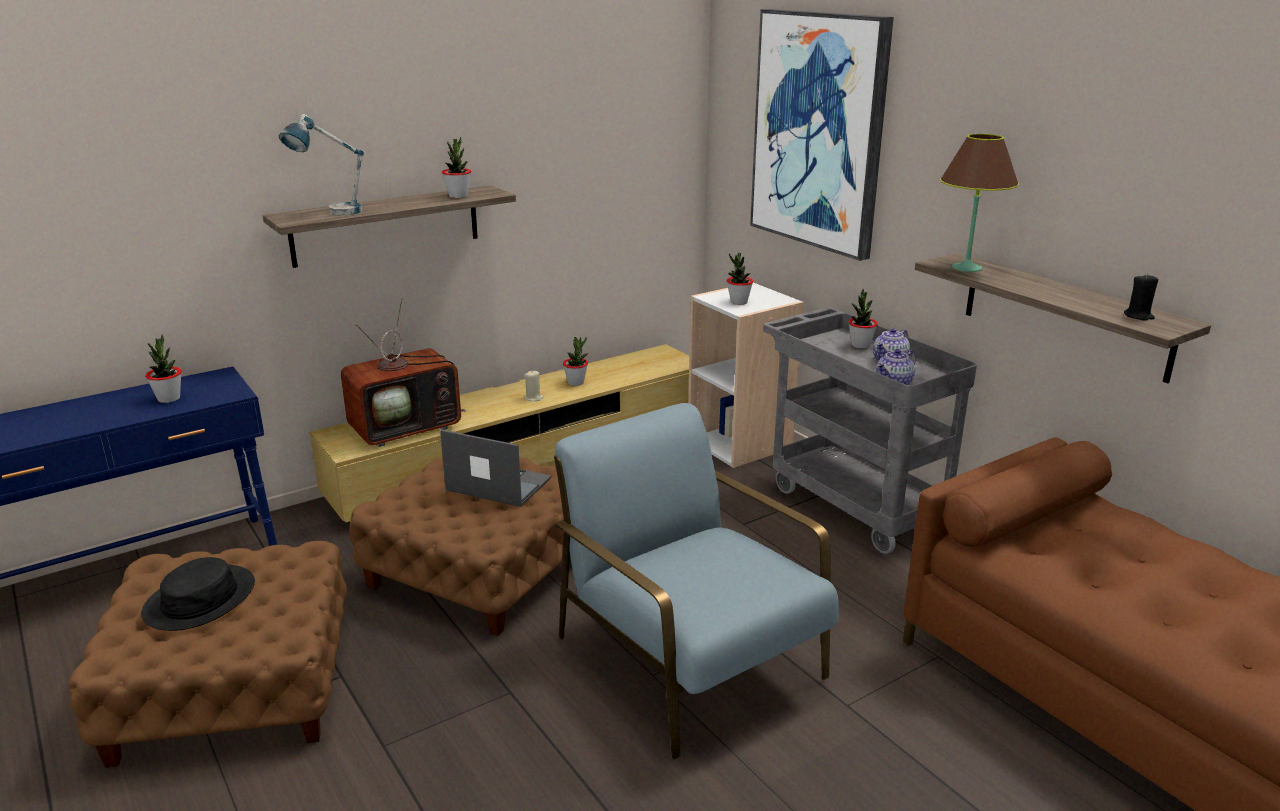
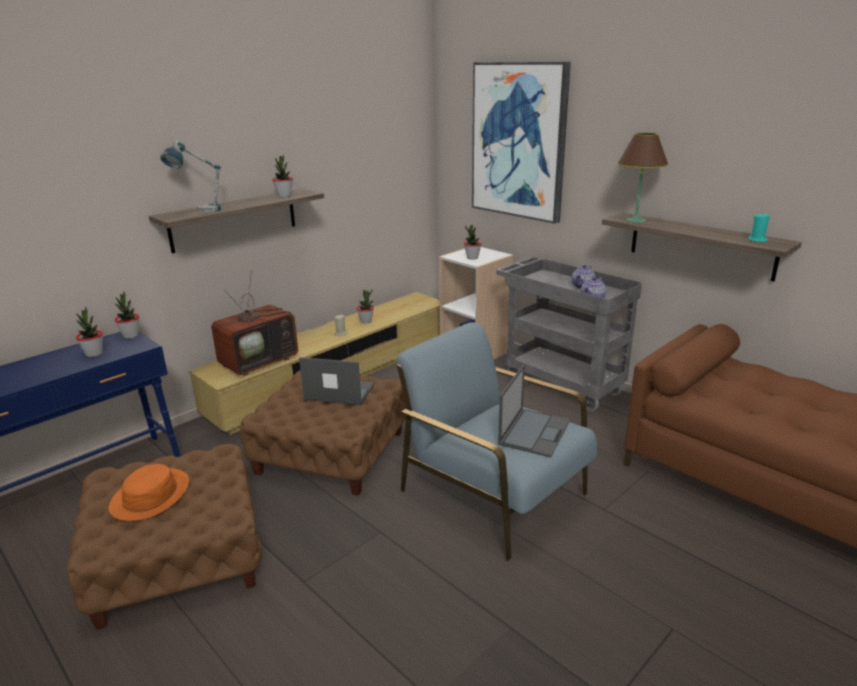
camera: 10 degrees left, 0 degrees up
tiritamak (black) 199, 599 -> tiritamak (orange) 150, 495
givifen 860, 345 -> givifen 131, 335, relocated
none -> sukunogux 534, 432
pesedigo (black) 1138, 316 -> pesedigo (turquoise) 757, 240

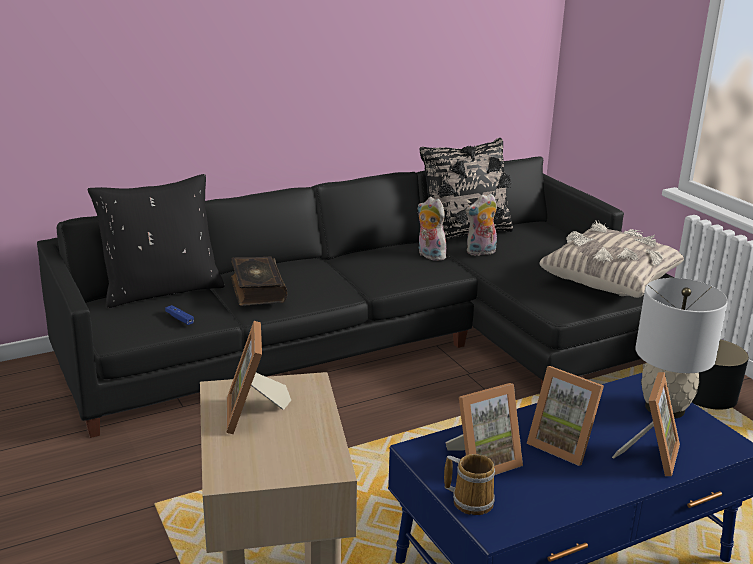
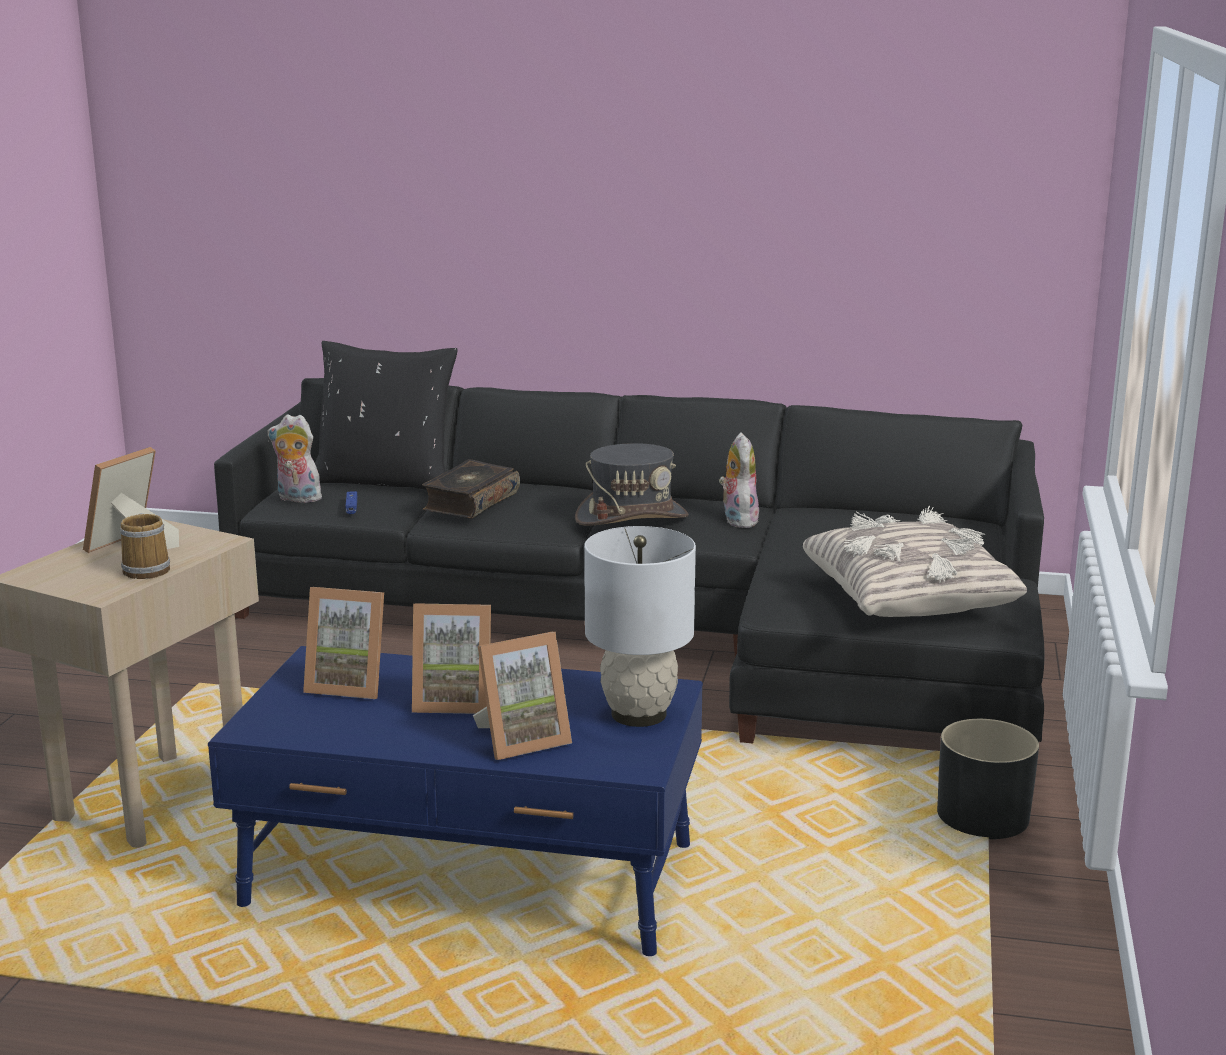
camera: 40 degrees right, 5 degrees down
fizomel 471, 500 -> fizomel 148, 569, relocated
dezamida 481, 252 -> dezamida 296, 499, relocated
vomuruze 563, 445 -> vomuruze 454, 701, 75 degrees counterclockwise
none -> tiritamak (grey) 631, 517
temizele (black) 465, 234 -> none

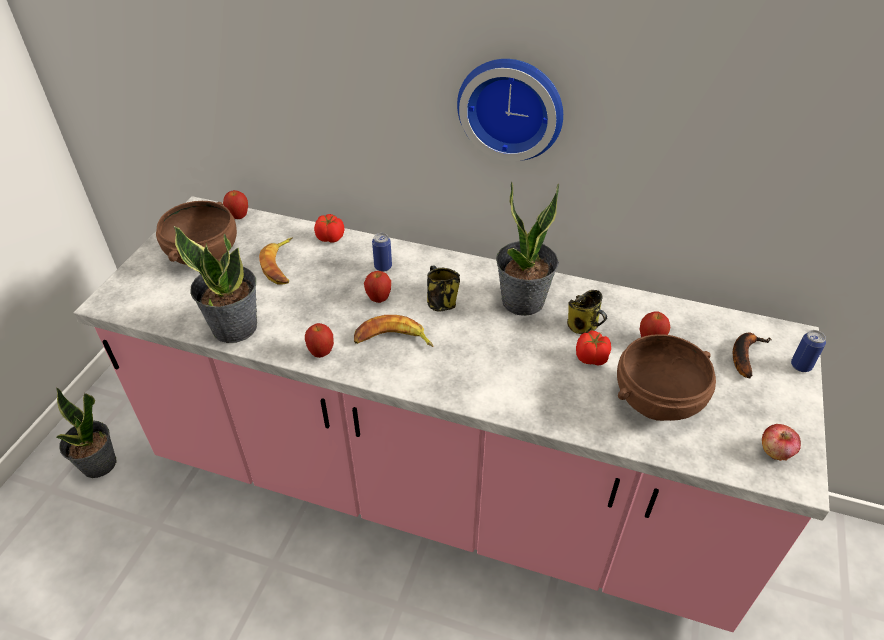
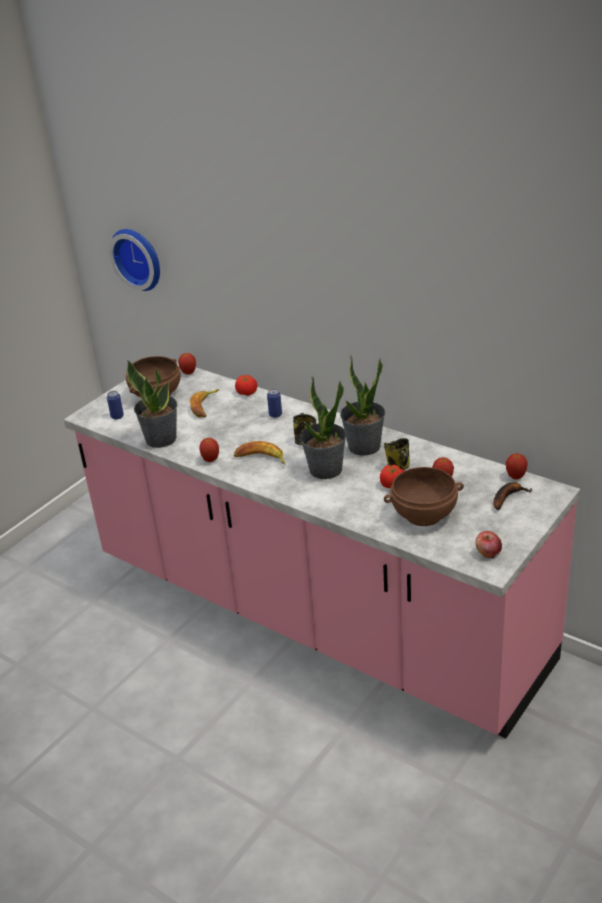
camera: 20 degrees right, 10 degrees down
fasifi 801, 366 -> fasifi 117, 416, relocated
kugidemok 511, 107 -> kugidemok 139, 258, relocated
givifen 99, 464 -> givifen 325, 470, relocated
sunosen 378, 299 -> sunosen 515, 477, relocated

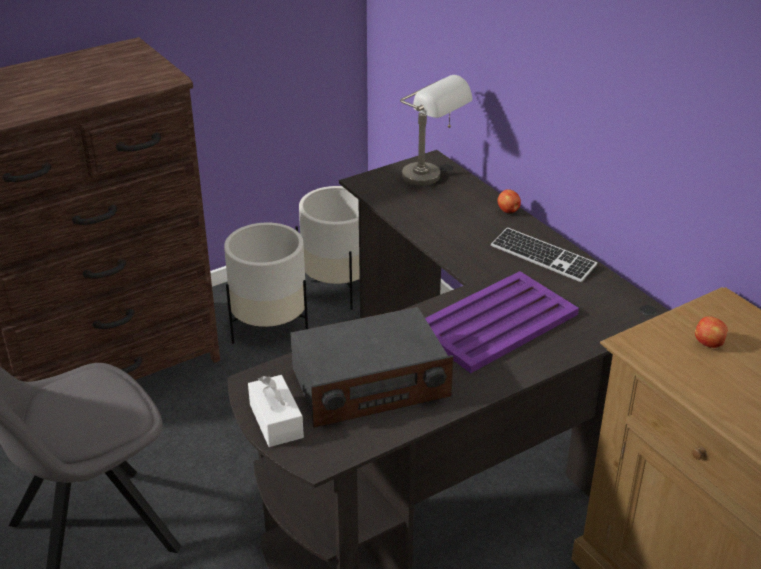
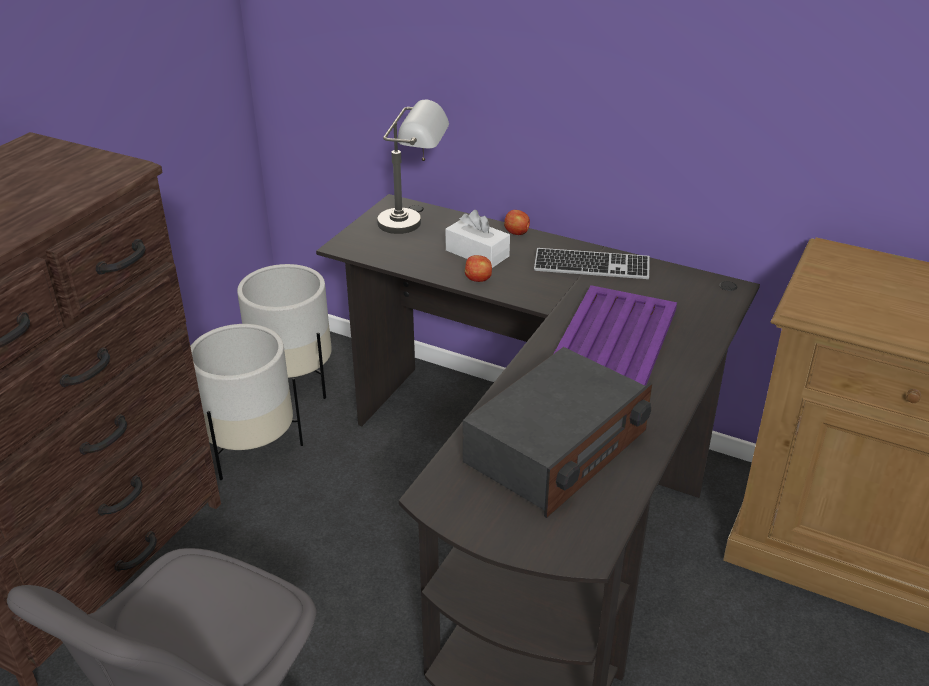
camera: 30 degrees left, 0 degrees up
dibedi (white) 276, 421 -> dibedi (white) 477, 253, relocated
sunosen 709, 344 -> sunosen 478, 279, relocated

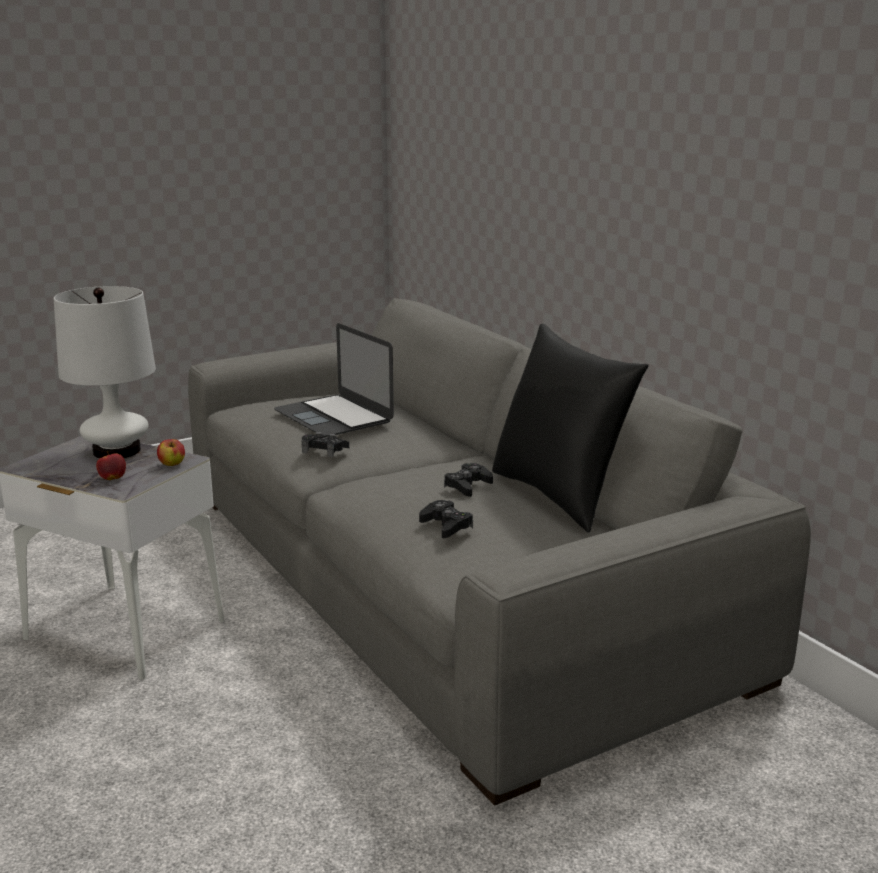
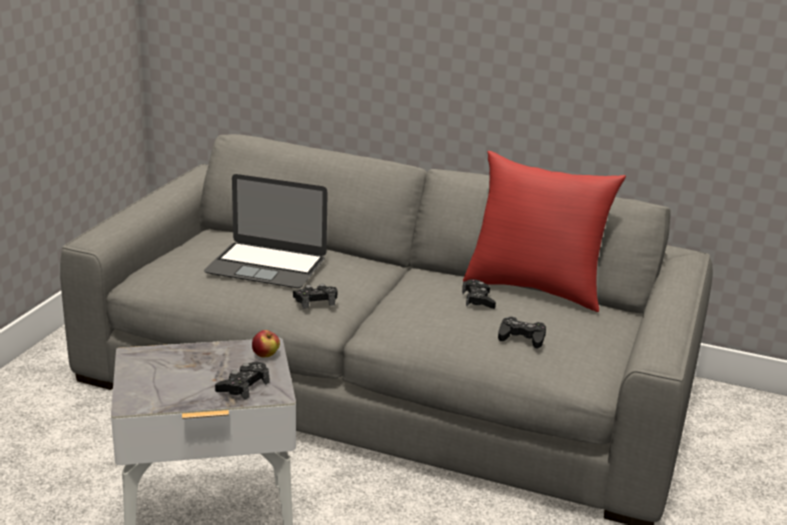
camera: 40 degrees left, 5 degrees up
sunosen 112, 479 -> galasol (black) 243, 386
temizele (black) 559, 495 -> temizele (red) 535, 288
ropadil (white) 117, 451 -> none

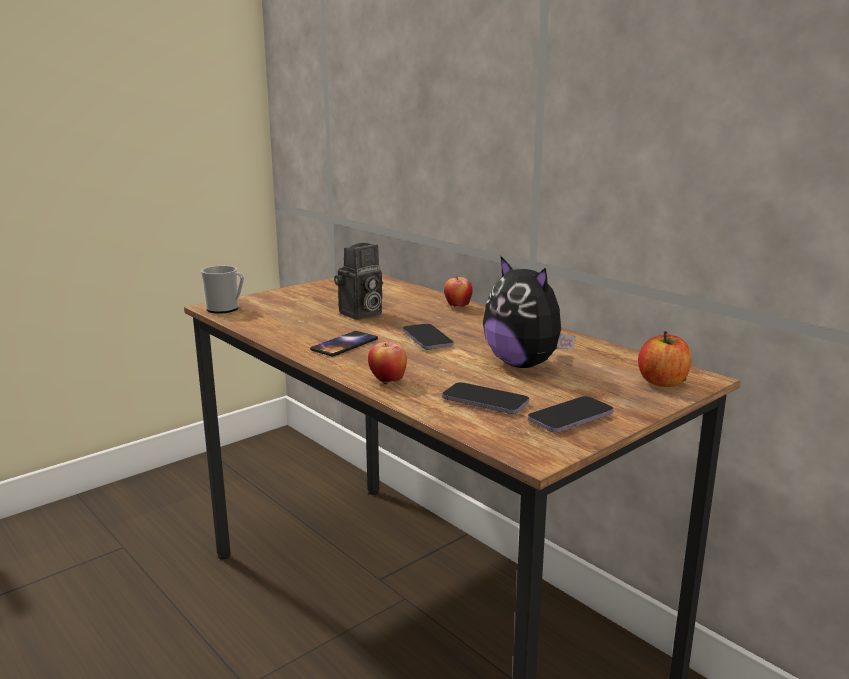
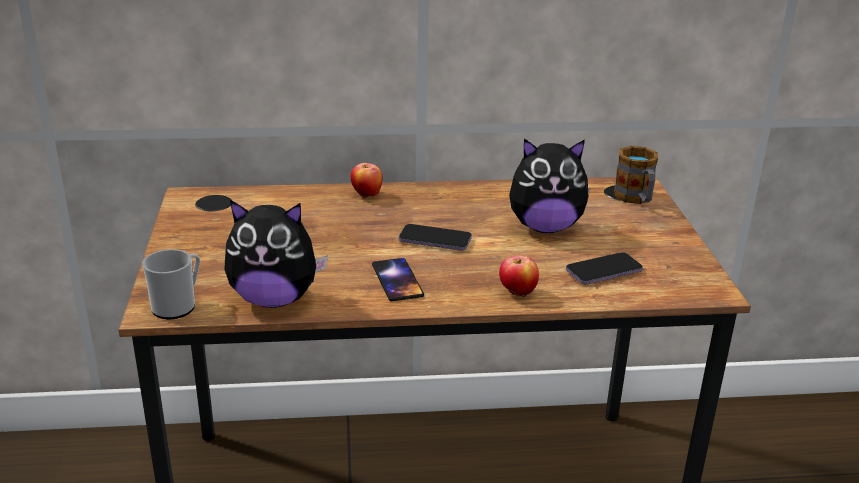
camera: 55 degrees left, 10 degrees up
none -> dezamida 274, 299
sunosen 662, 382 -> fizomel 636, 199
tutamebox 360, 314 -> none
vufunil 570, 417 -> none

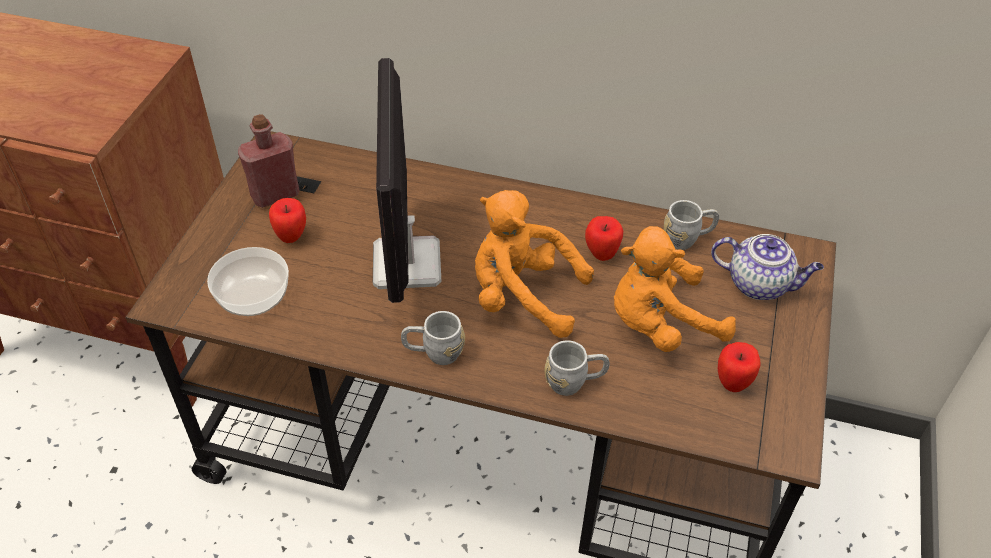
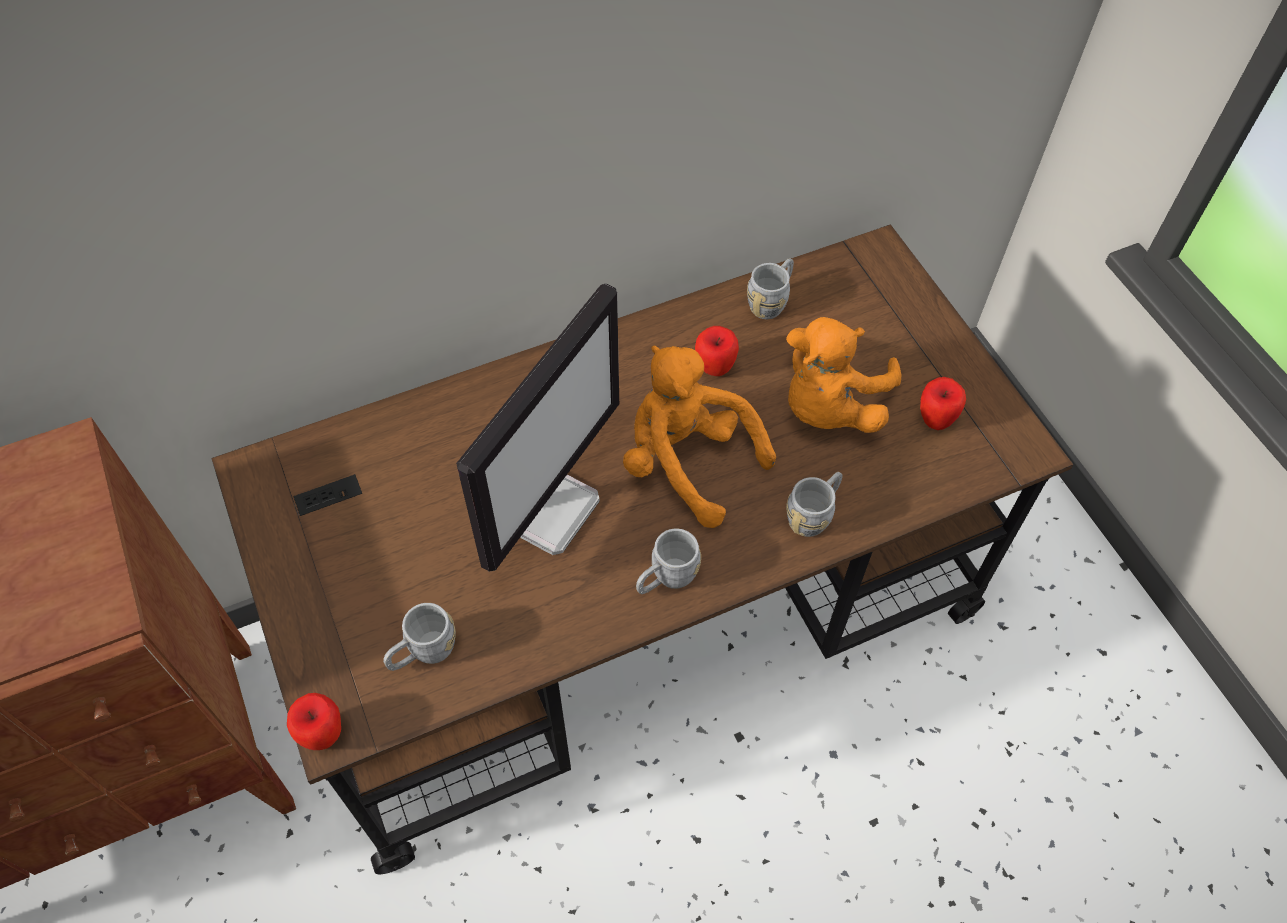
camera: 40 degrees left, 10 degrees up
sunosen 291, 237 -> sunosen 323, 735, relocated
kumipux 252, 295 -> fizomel (grey) 423, 653
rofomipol 407, 265 -> rofomipol 546, 506, 105 degrees counterclockwise
dezamida (orange) 522, 296 -> dezamida (orange) 687, 462, 60 degrees clockwise
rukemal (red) 275, 195 -> none
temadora 760, 284 -> none

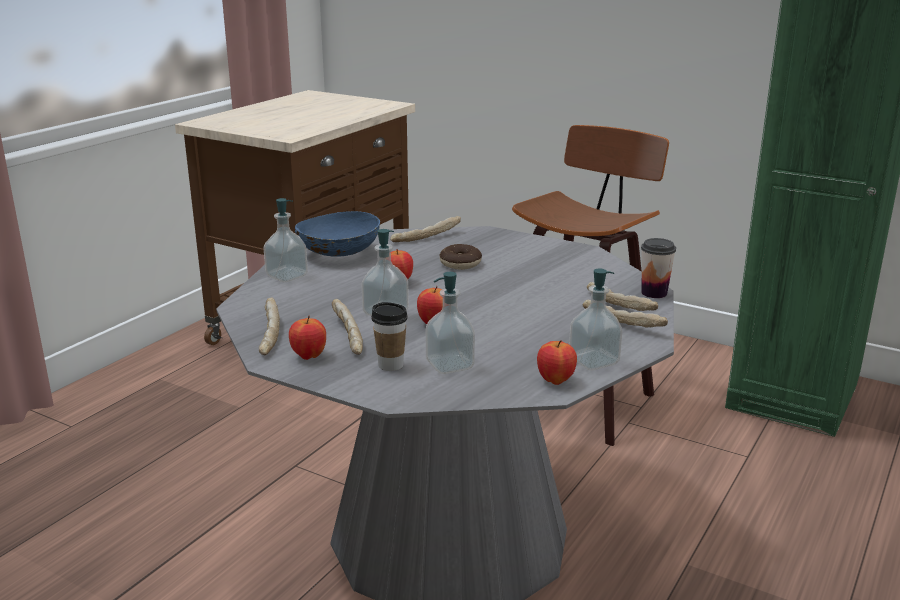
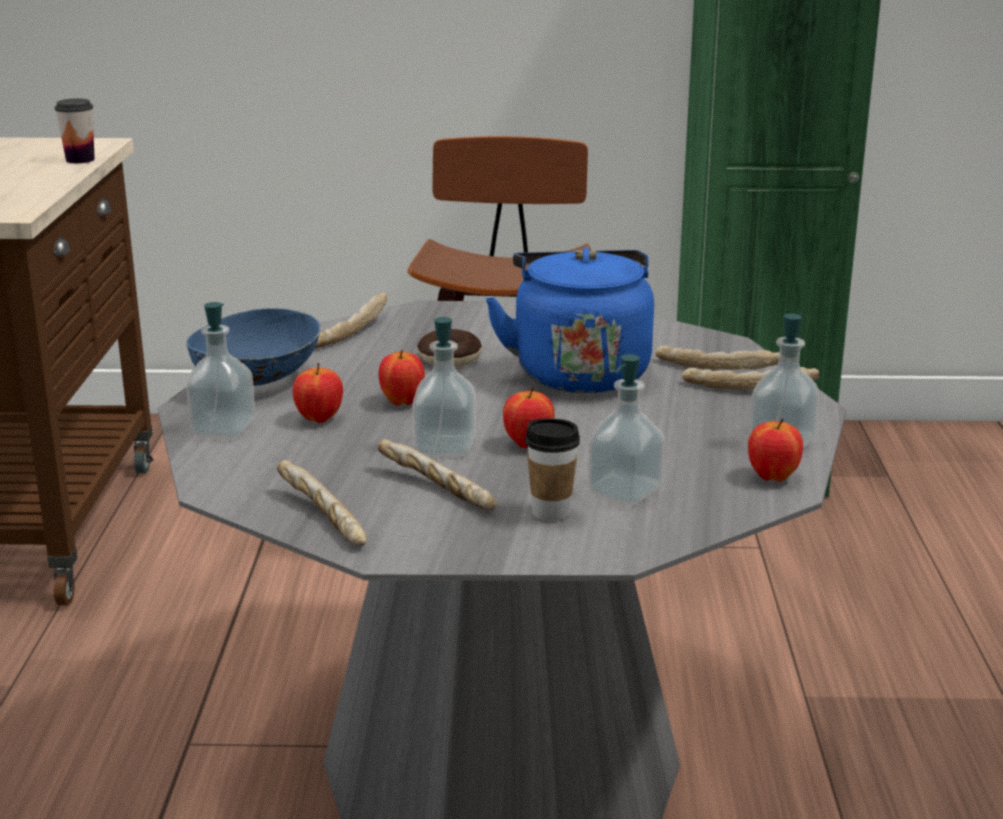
camera: 30 degrees left, 0 degrees up
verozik 654, 293 -> verozik 80, 160, relocated
sunosen 308, 356 -> sunosen 319, 419, relocated
none -> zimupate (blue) 579, 372

